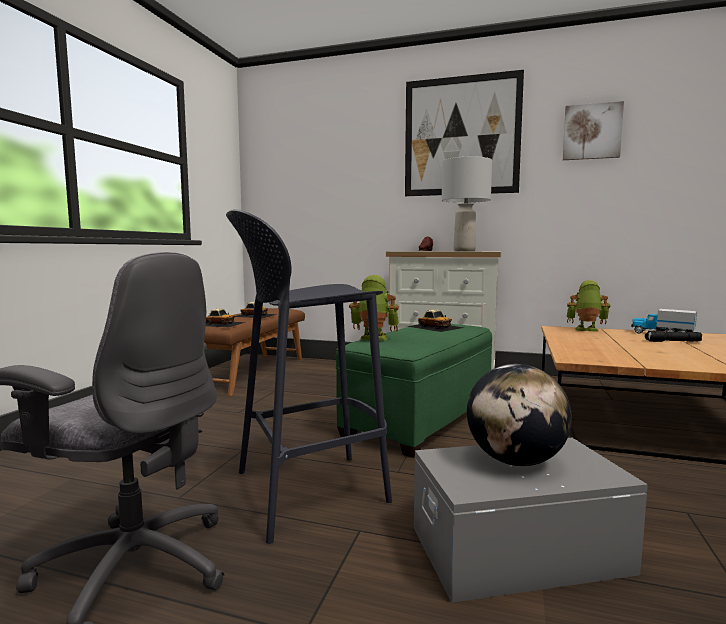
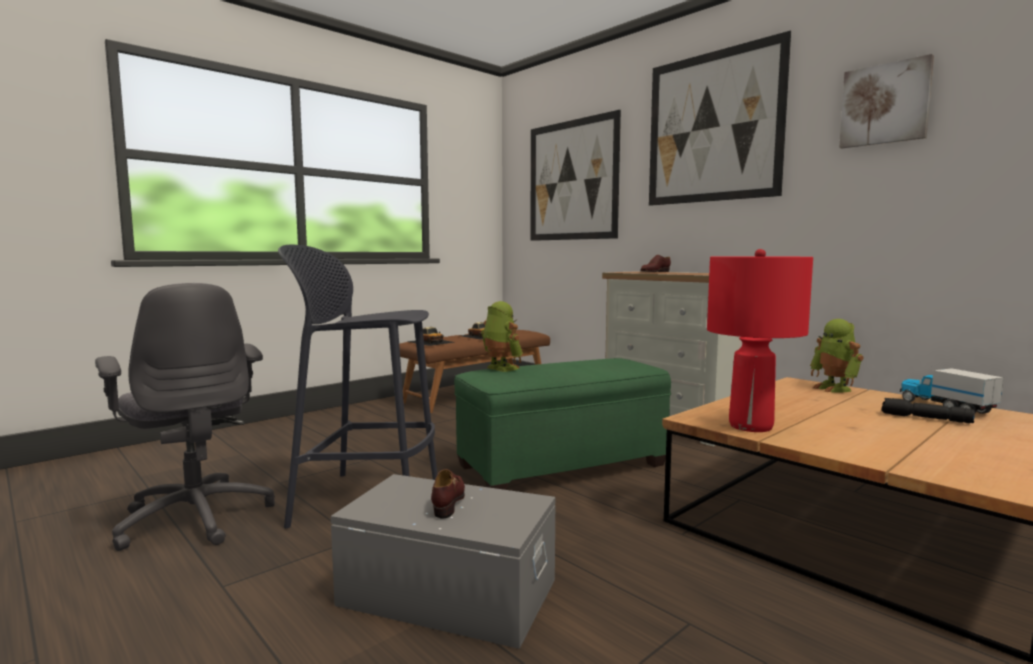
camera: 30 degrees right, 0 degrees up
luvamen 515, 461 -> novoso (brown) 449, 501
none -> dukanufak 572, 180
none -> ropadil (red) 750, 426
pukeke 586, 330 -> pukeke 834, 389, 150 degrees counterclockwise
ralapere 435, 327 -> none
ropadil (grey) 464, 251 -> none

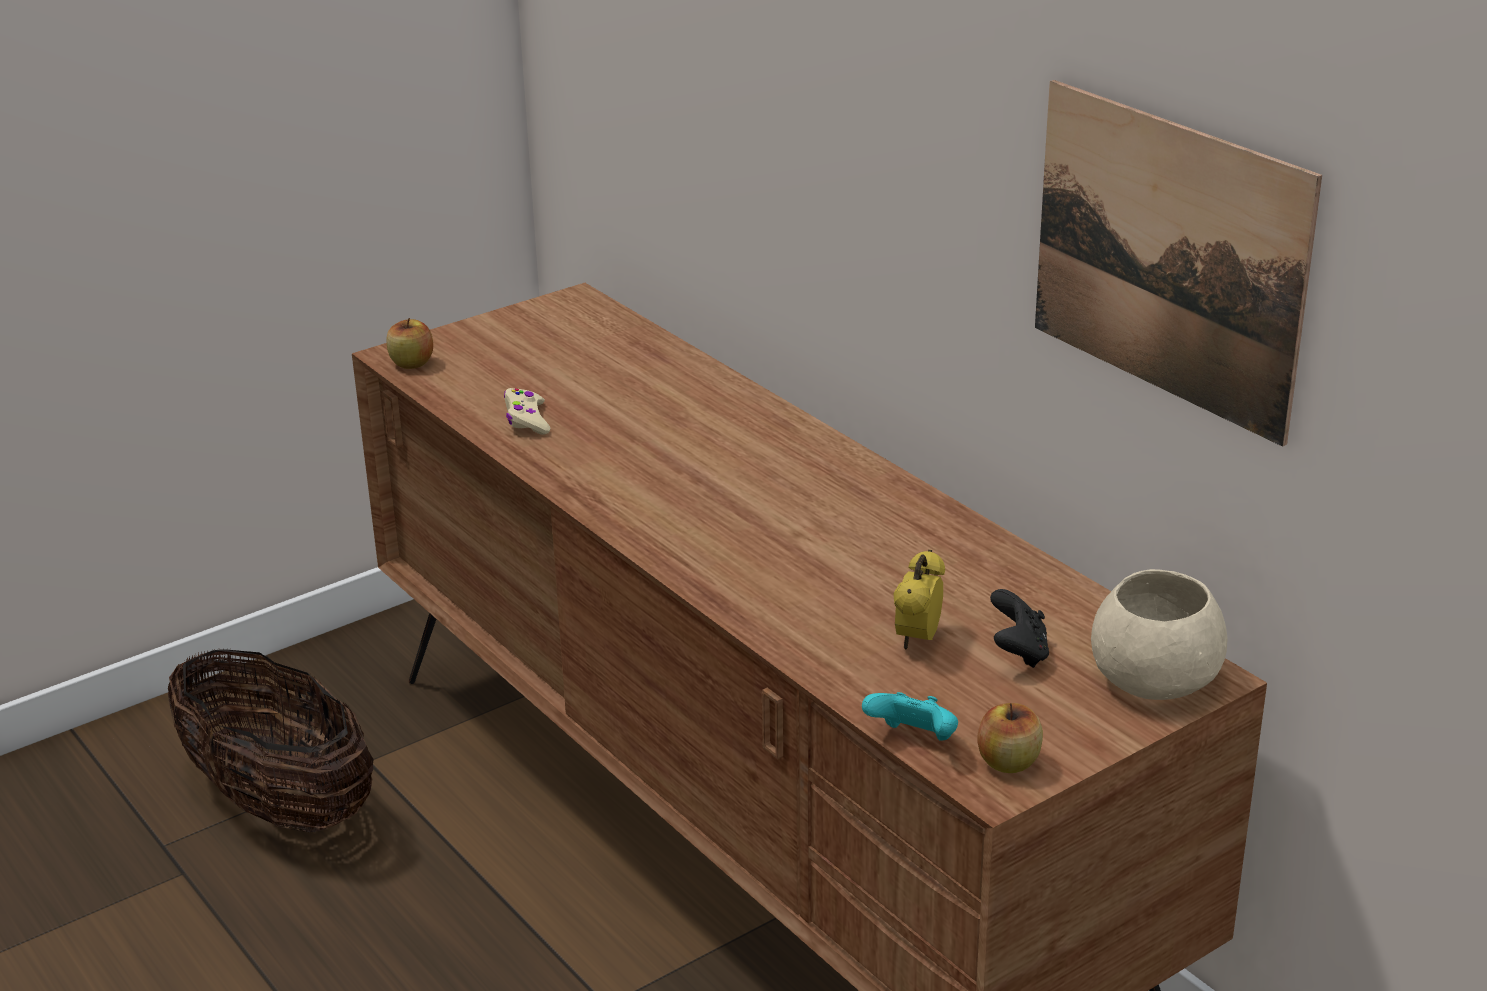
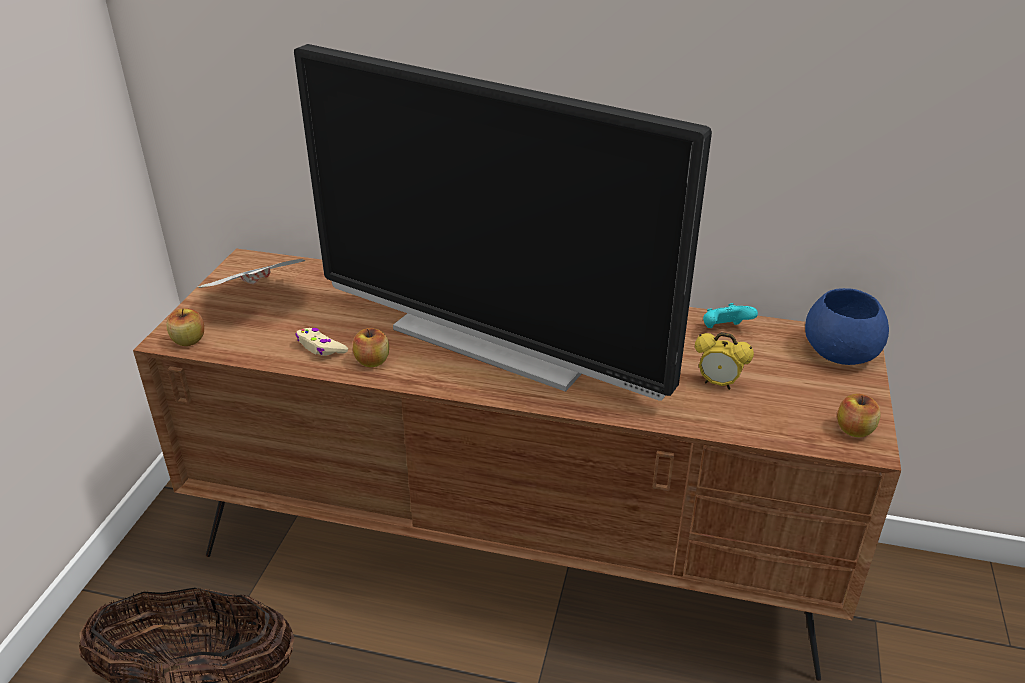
camera: 40 degrees left, 5 degrees up
none -> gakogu 256, 299
none -> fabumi 492, 343
none -> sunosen 372, 361
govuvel 917, 640 -> govuvel 718, 383, 45 degrees counterclockwise
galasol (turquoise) 913, 740 -> galasol (turquoise) 724, 330, relocated
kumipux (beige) 1153, 680 -> kumipux (blue) 841, 353
galasol (black) 1018, 652 -> none
dukanufak 1167, 257 -> none

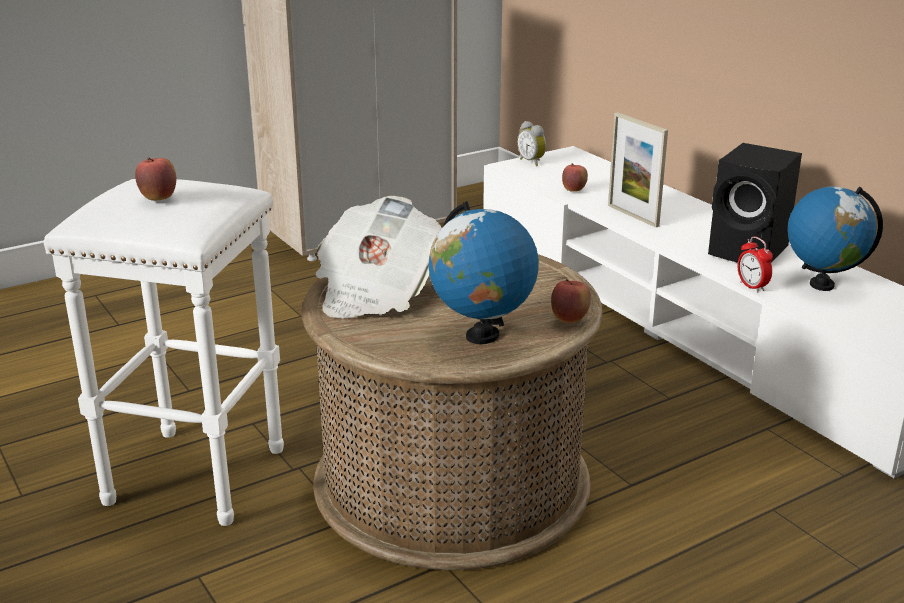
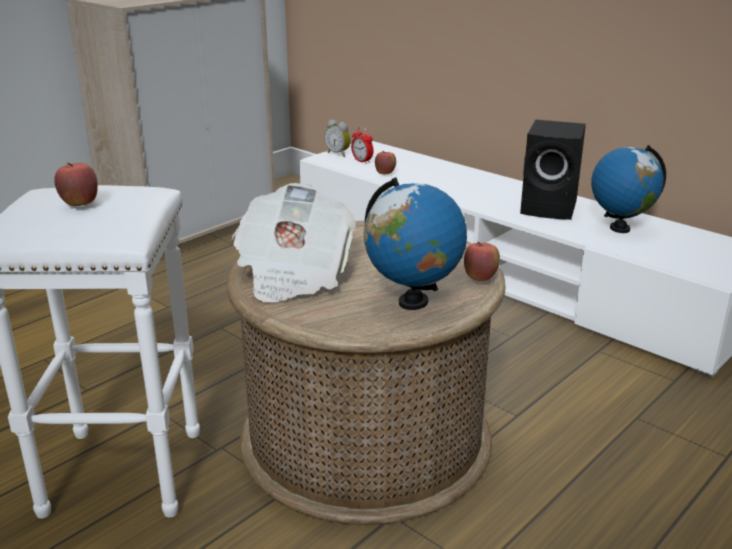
camera: 15 degrees left, 0 degrees up
govuvel 752, 286 -> govuvel 362, 161, relocated
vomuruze 633, 216 -> none

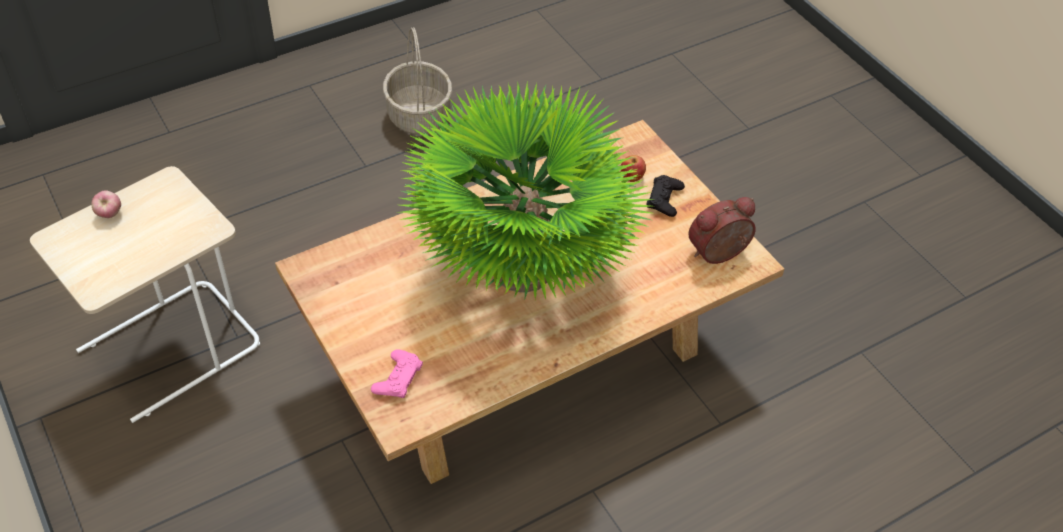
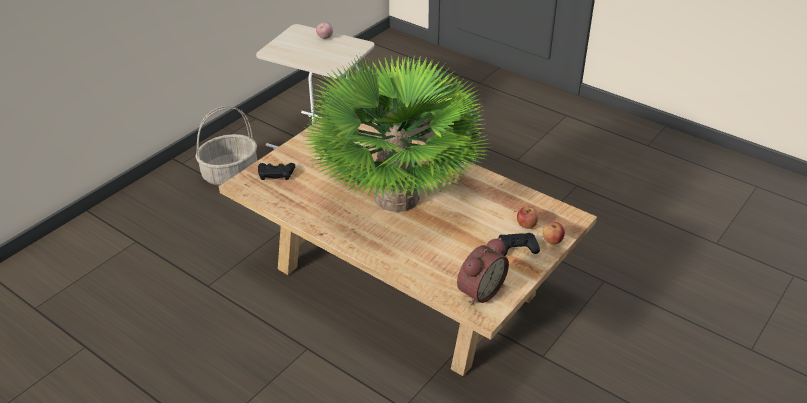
camera: 70 degrees right, 10 degrees down
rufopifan 418, 115 -> rufopifan 230, 174, relocated
galasol (pink) 397, 378 -> galasol (black) 276, 173
govuvel 719, 255 -> govuvel 478, 290, 90 degrees clockwise
none -> sunosen 552, 241

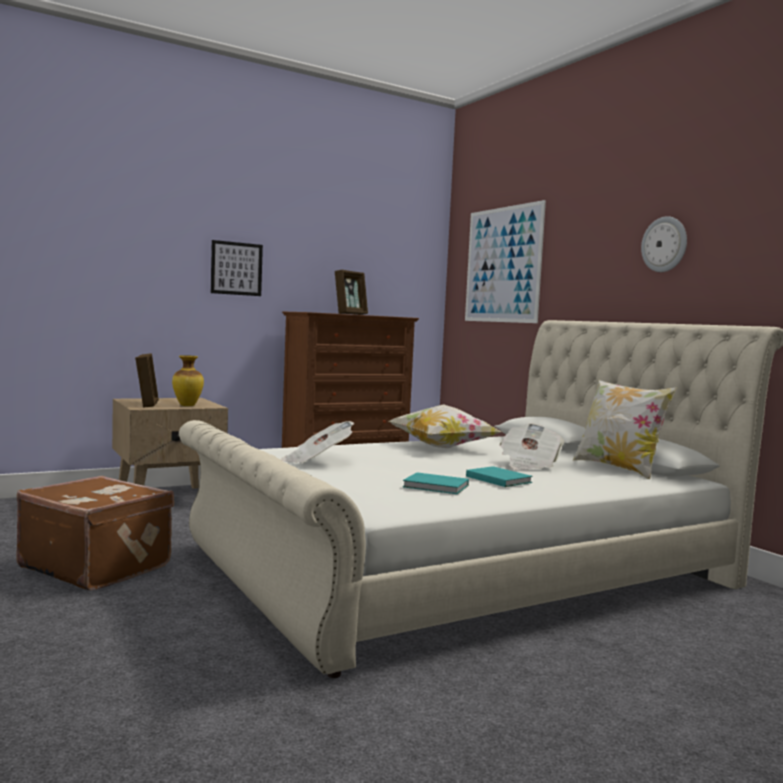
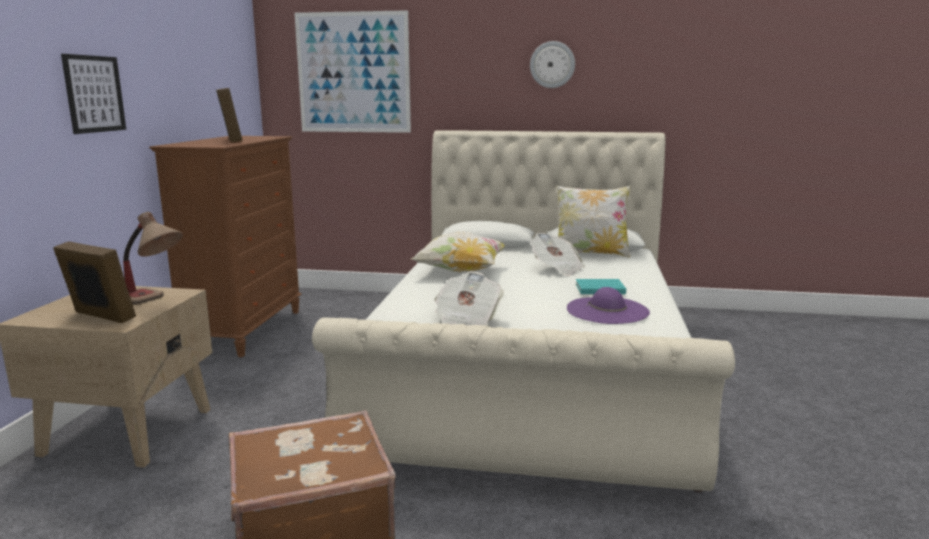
camera: 50 degrees left, 10 degrees up
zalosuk 188, 405 -> ropadil 153, 301
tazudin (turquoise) 437, 486 -> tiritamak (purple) 607, 310

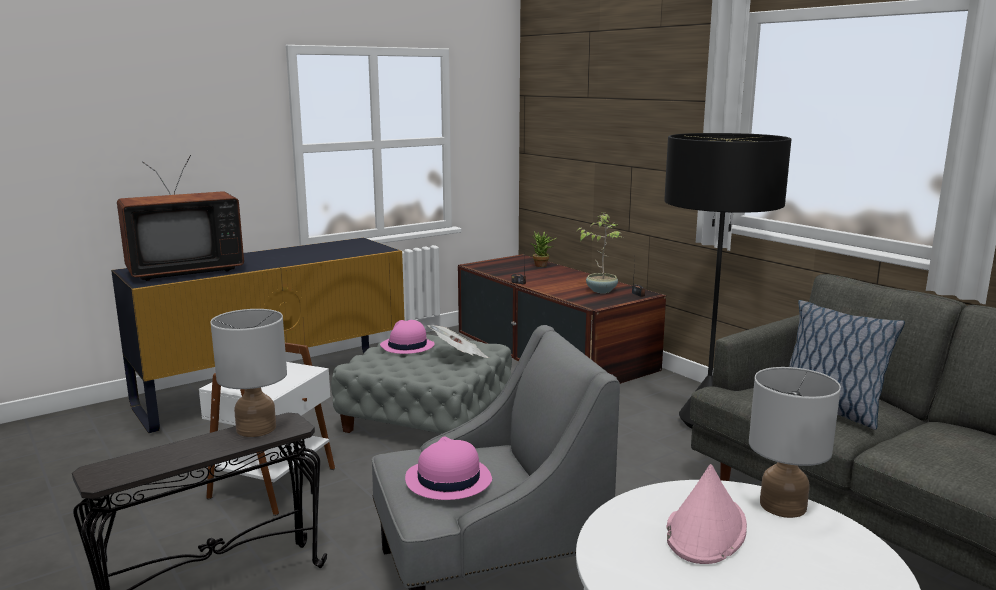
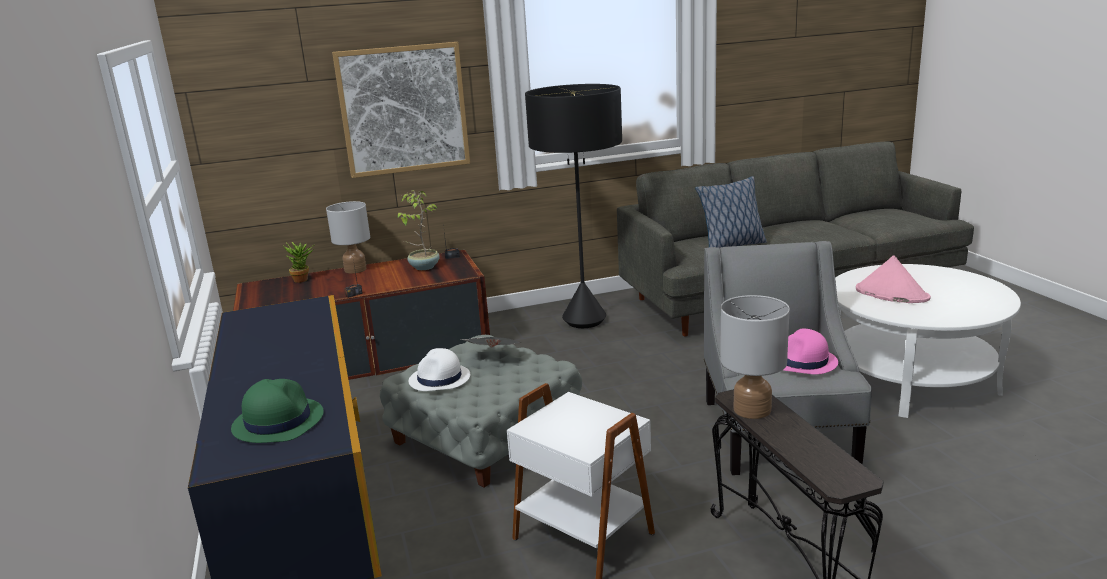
camera: 70 degrees left, 5 degrees up
fabumi 183, 270 -> tiritamak (green) 278, 421
ropadil (grey) 784, 506 -> ropadil (grey) 355, 269, relocated
none -> dukanufak 403, 109
tiritamak (pink) 407, 346 -> tiritamak (white) 440, 379

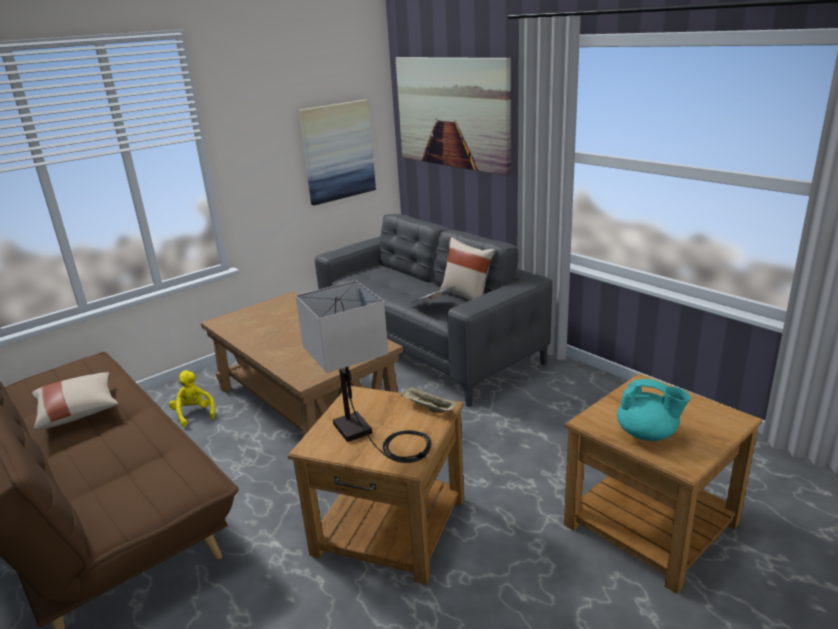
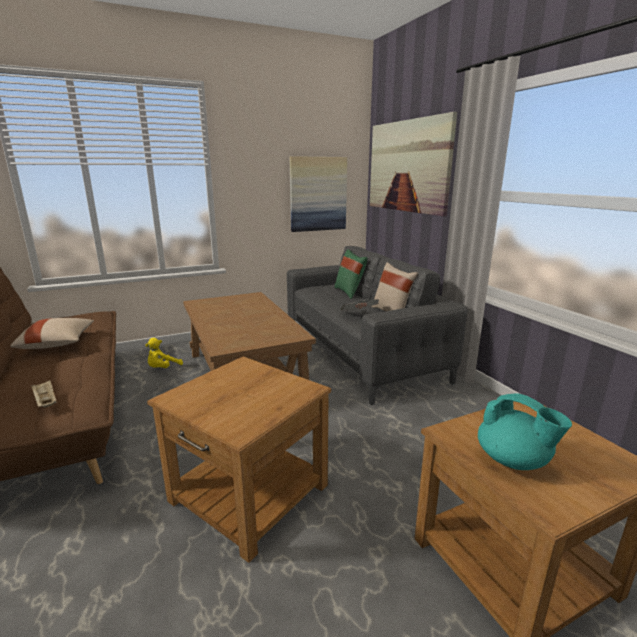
camera: 15 degrees right, 5 degrees down
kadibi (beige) 428, 408 -> kadibi (beige) 45, 402, relocated
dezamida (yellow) 194, 414 -> dezamida (yellow) 163, 368, 135 degrees counterclockwise
none -> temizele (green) 349, 292
ropadil 374, 437 -> none

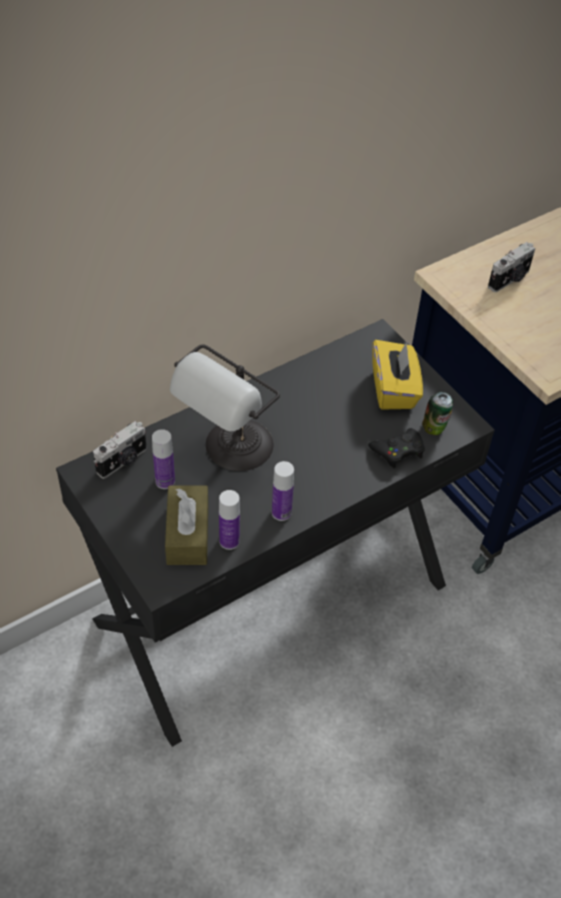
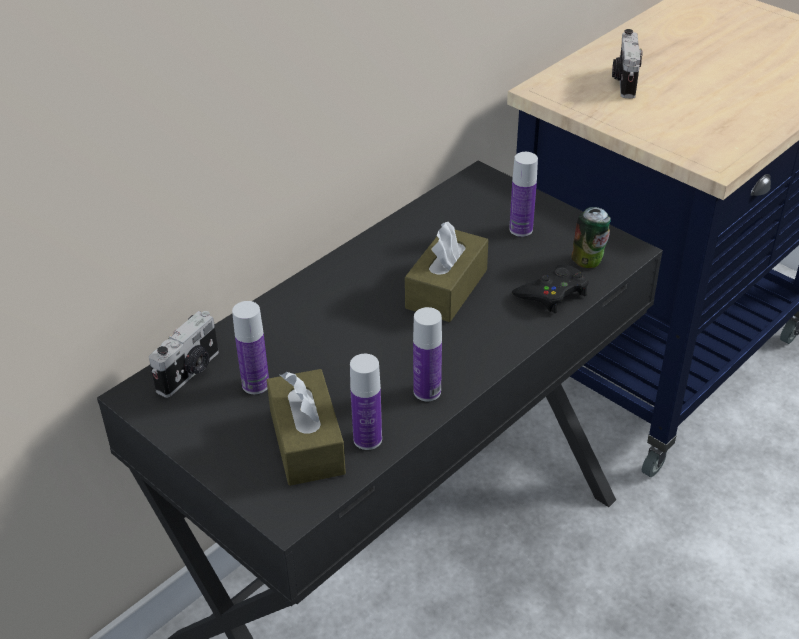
camera: 10 degrees left, 10 degrees down
none -> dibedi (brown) 446, 289
dibedi (yellow) 394, 389 -> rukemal 521, 229
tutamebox 510, 280 -> tutamebox 624, 81, 150 degrees clockwise
ropadil 231, 454 -> none

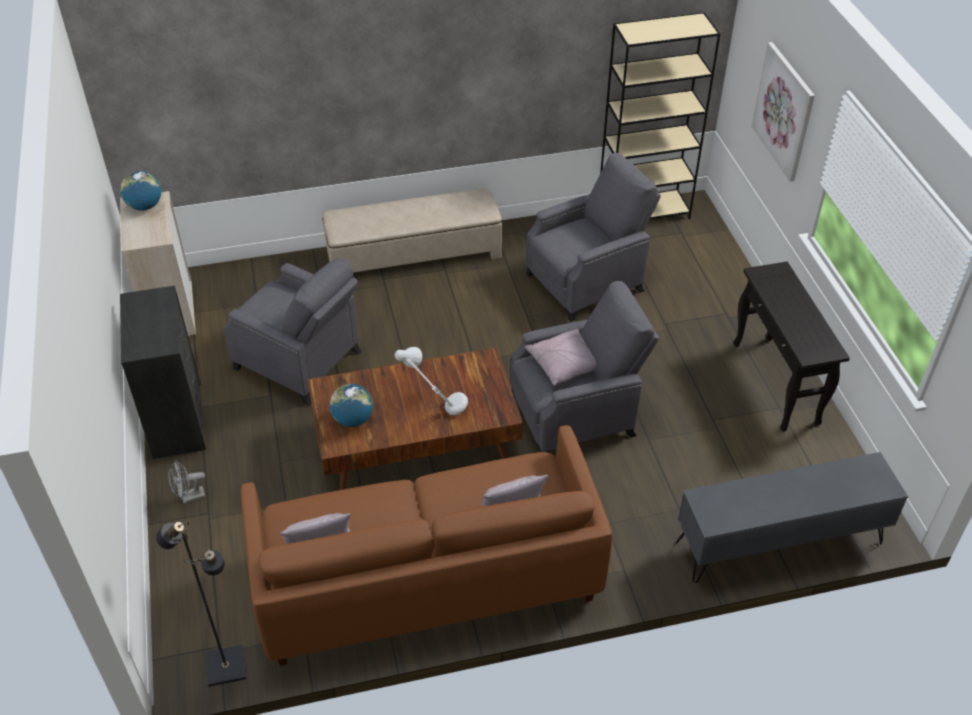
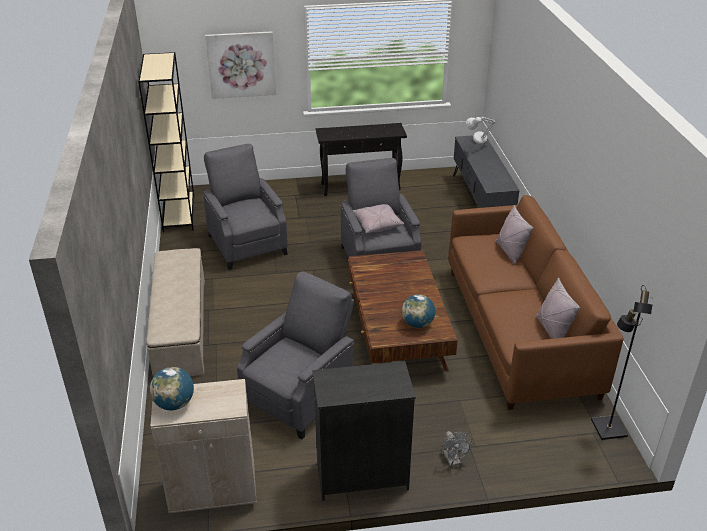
camera: 85 degrees left, 10 degrees down
ropadil (grey) 433, 405 -> ropadil (grey) 478, 147, relocated

